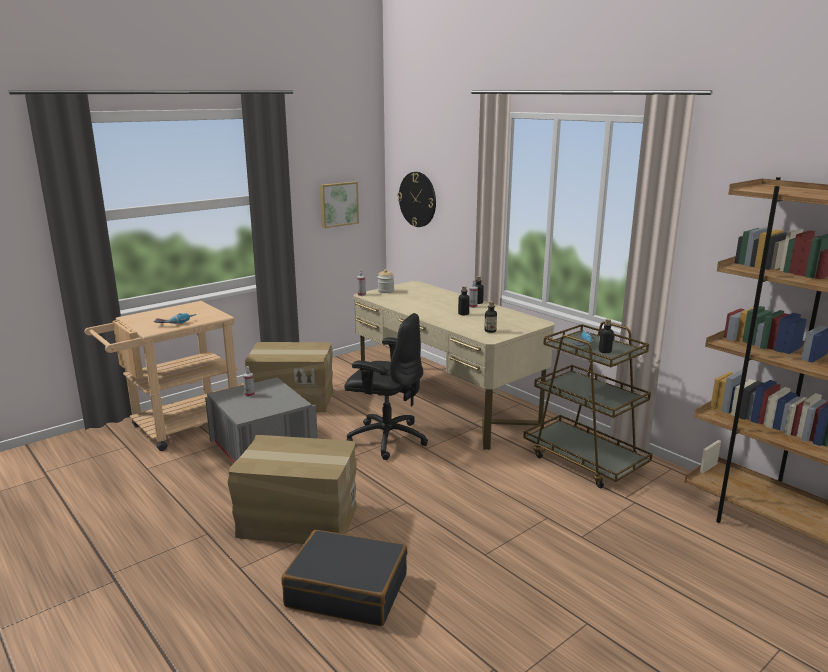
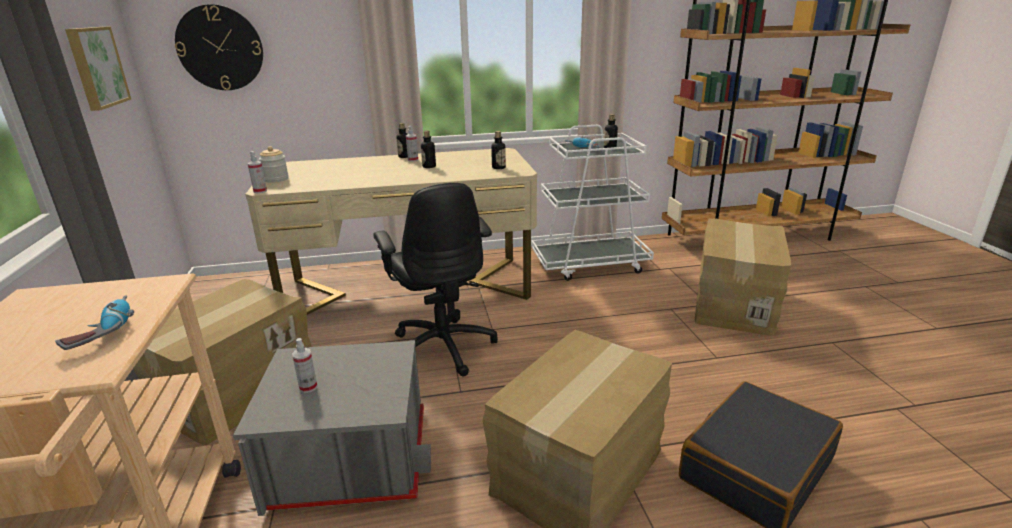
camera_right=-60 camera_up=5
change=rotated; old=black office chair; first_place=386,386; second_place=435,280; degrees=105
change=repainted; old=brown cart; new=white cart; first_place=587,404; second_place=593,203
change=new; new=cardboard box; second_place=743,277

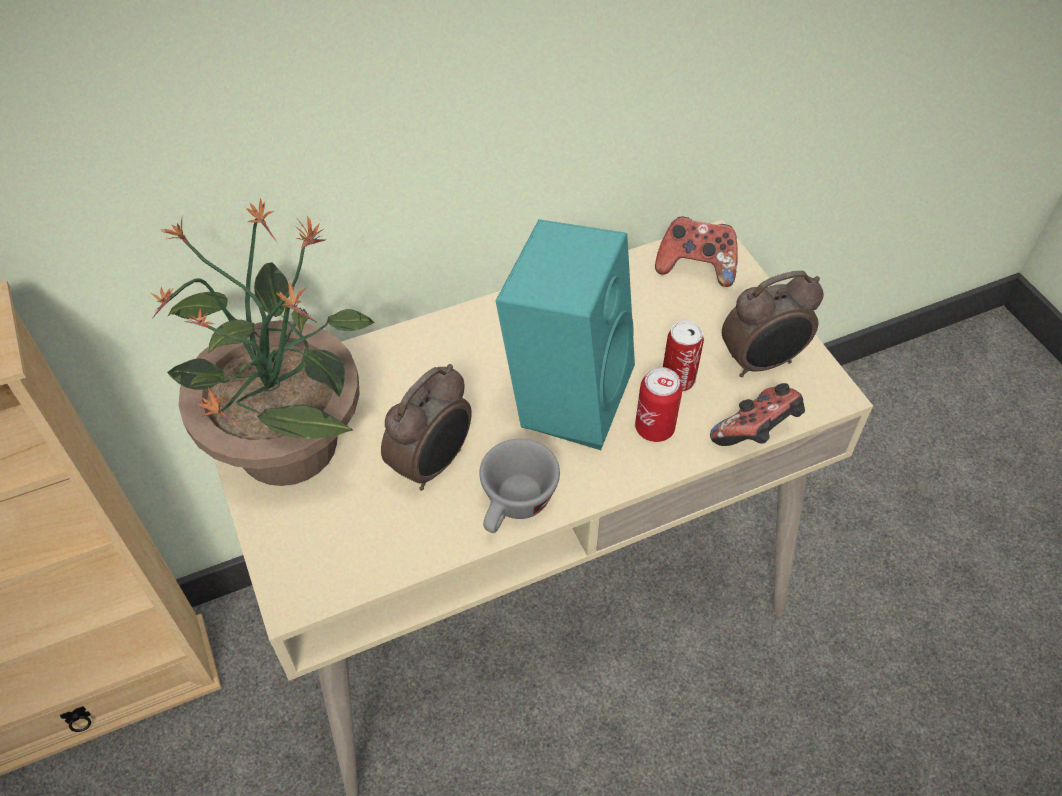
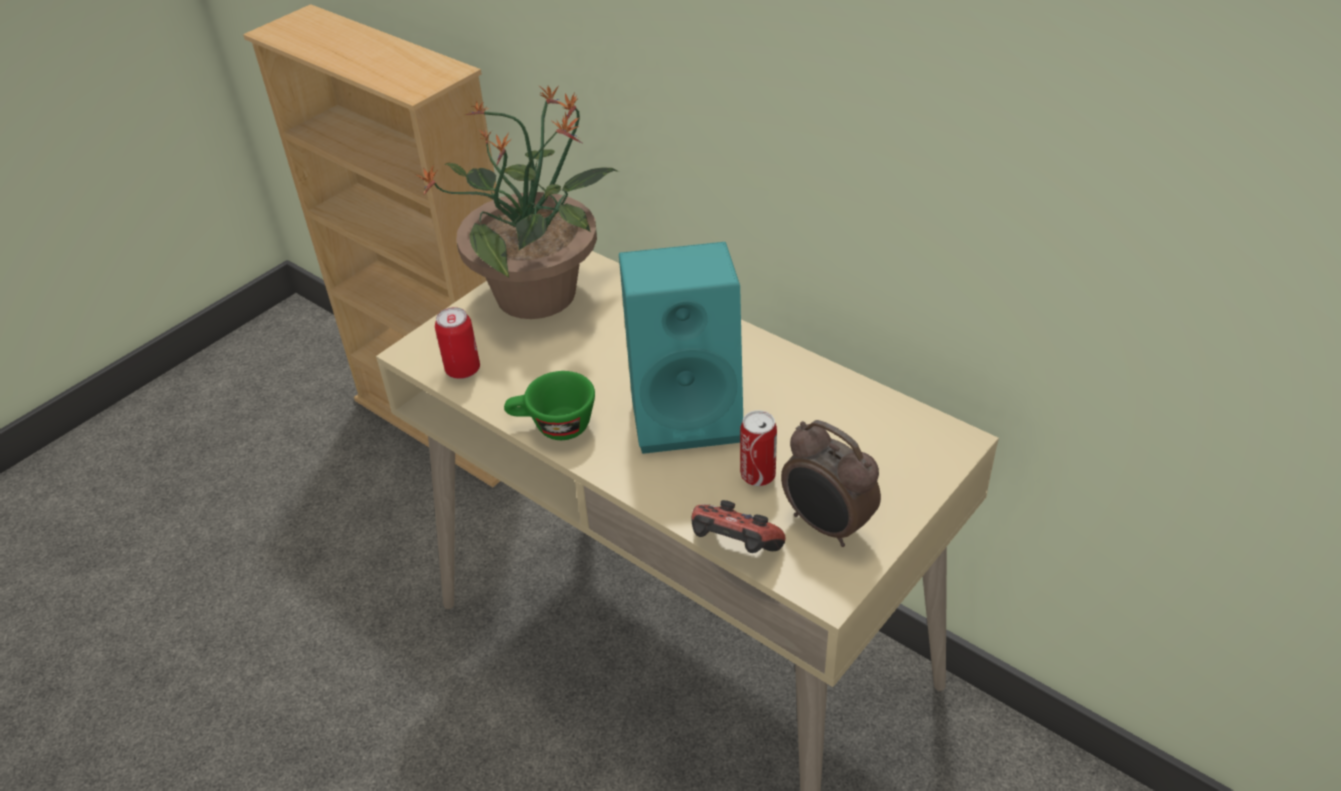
camera_right=65 camera_up=-10
change=gone; old=alarm clock; first_place=426,427
change=repainted; old=grey cup; new=green cup; first_place=519,486; second_place=549,405
change=shifted; old=can; first_place=658,404; second_place=457,343
change=gone; old=game controller; first_place=696,252

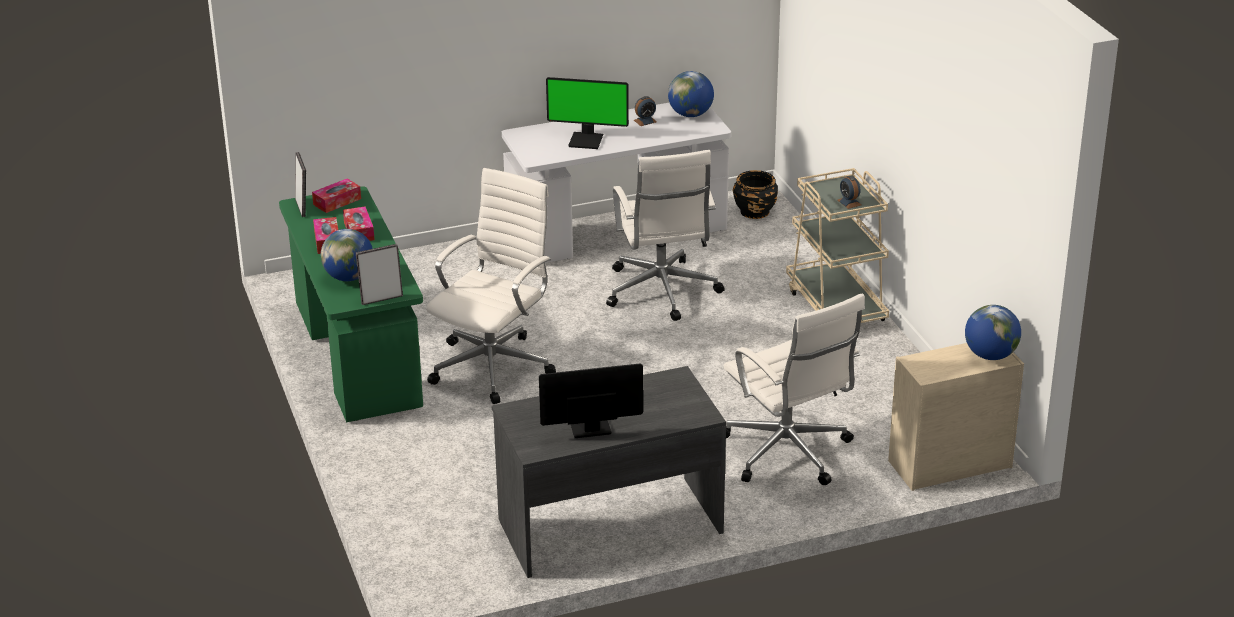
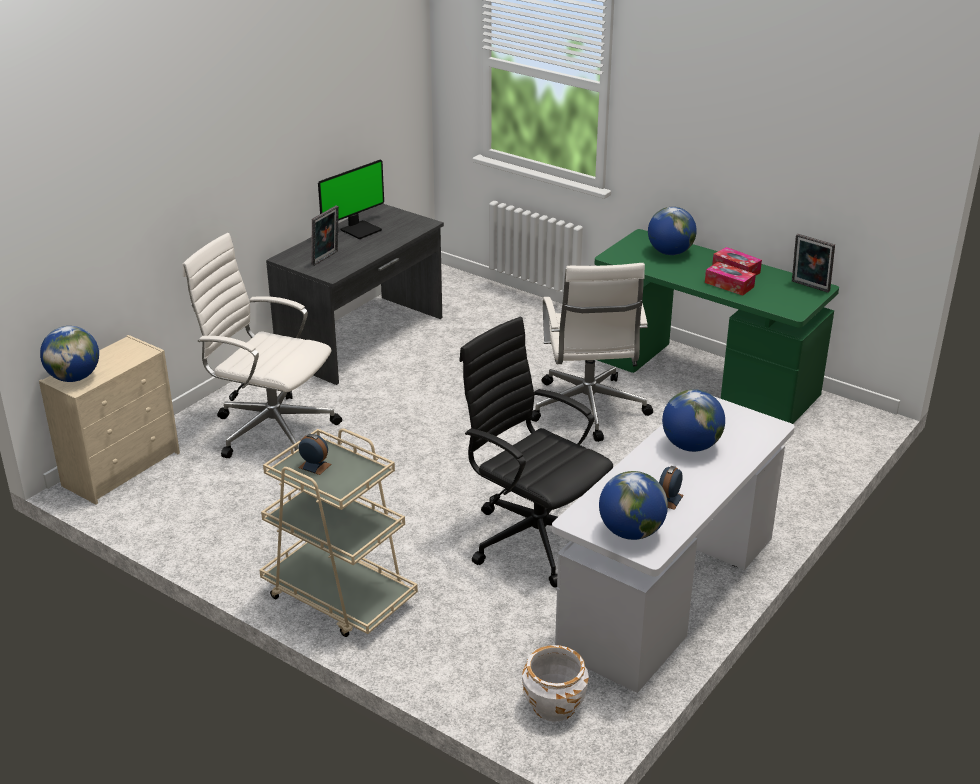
camera_right=145 camera_up=0
change=gone; old=tissue box; first_place=336,195
change=shifted; old=picture frame; first_place=379,274; second_place=325,236
change=swapped; old=monitor; new=globe; first_place=587,113; second_place=693,420
change=repainted; old=white office chair; new=black office chair; first_place=665,235; second_place=536,452
change=repainted; old=black planter; new=white planter; first_place=755,194; second_place=555,683

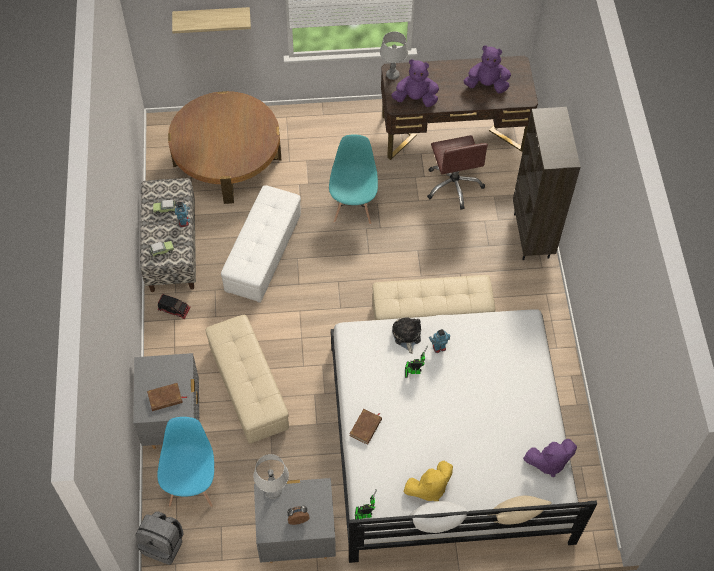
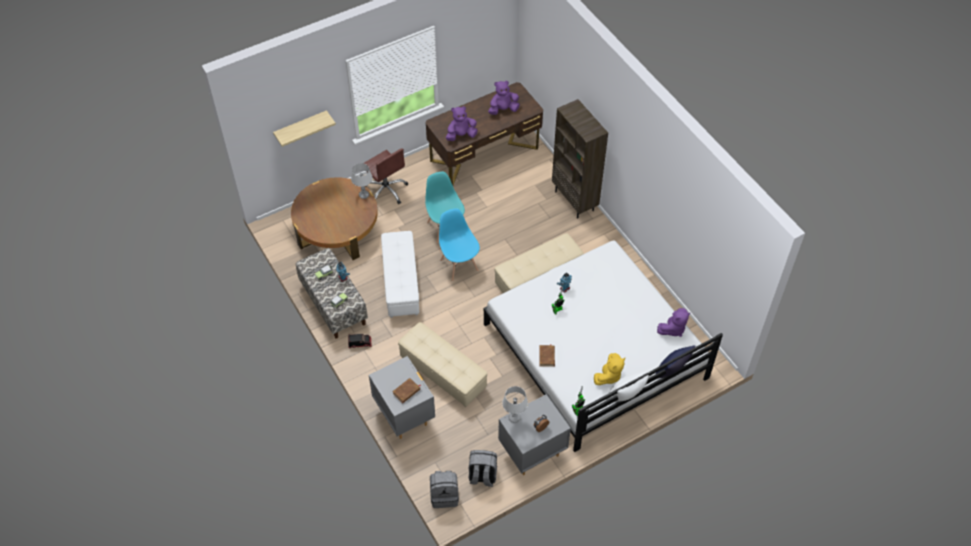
camera_right=-25 camera_up=-5
change=shifted; old=blue chair; first_place=186,462; second_place=459,245
change=shifted; old=grey table lamp; first_place=394,55; second_place=362,181
change=gone; old=plush toy; first_place=406,335
change=shifted; old=brown office chair; first_place=457,172; second_place=386,176
change=repainted; old=beige pillow; new=blue pillow; first_place=521,510; second_place=676,361
change=new; new=grey backpack; second_place=482,468

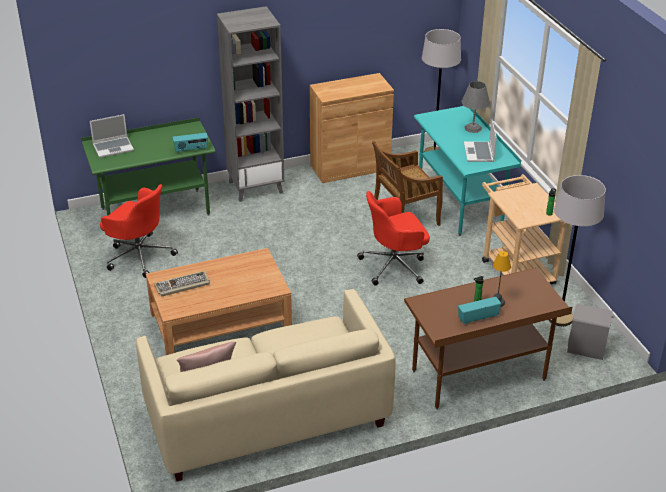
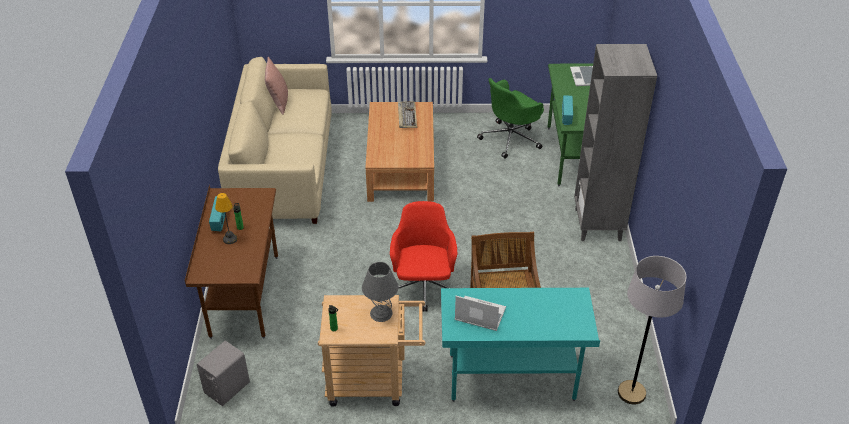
camera_right=110 camera_up=5
change=repainted; old=red office chair; new=green office chair; first_place=139,231; second_place=510,118
change=gone; old=brown cabinet; first_place=352,128
change=shifted; old=grey table lamp; first_place=476,107; second_place=380,292
change=gone; old=grey floor lamp; first_place=577,250

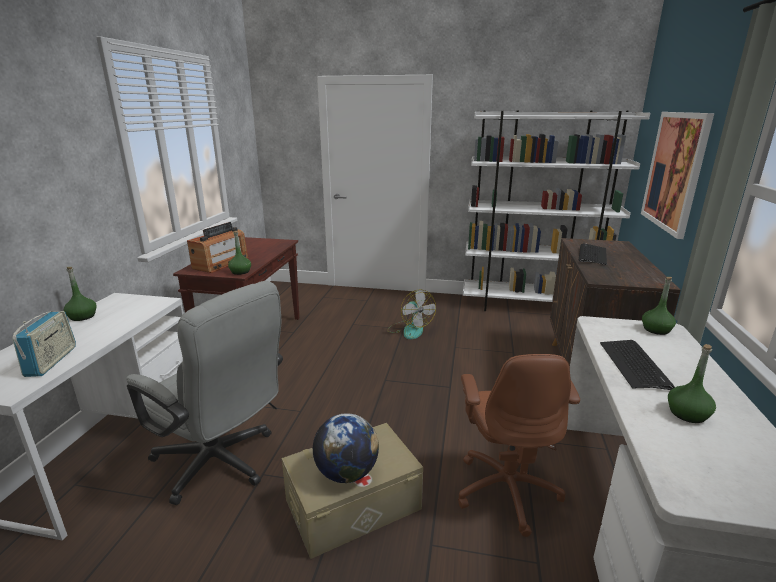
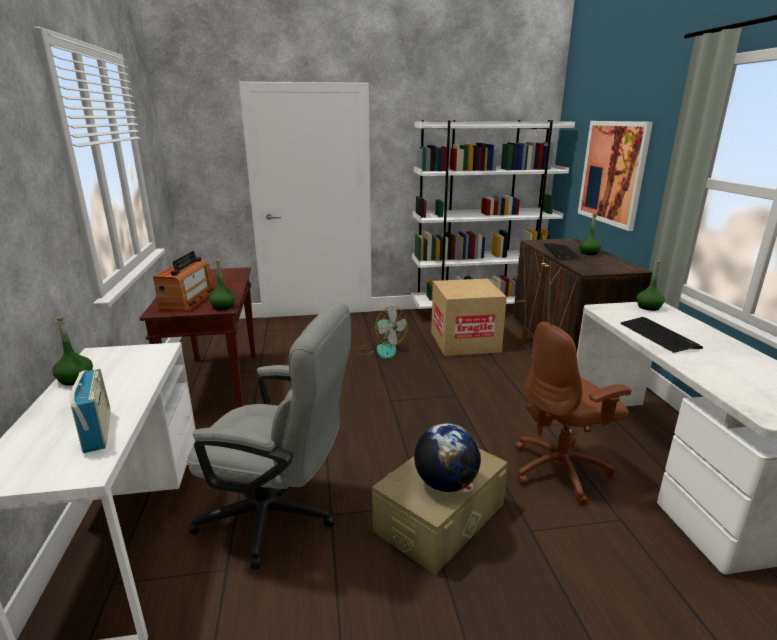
camera_right=-20 camera_up=0
change=rotated; old=brown office chair; first_place=519,445; second_place=573,413; degrees=90
change=shifted; old=green bottle; first_place=692,383; second_place=590,234
change=new; new=cardboard box; second_place=469,317

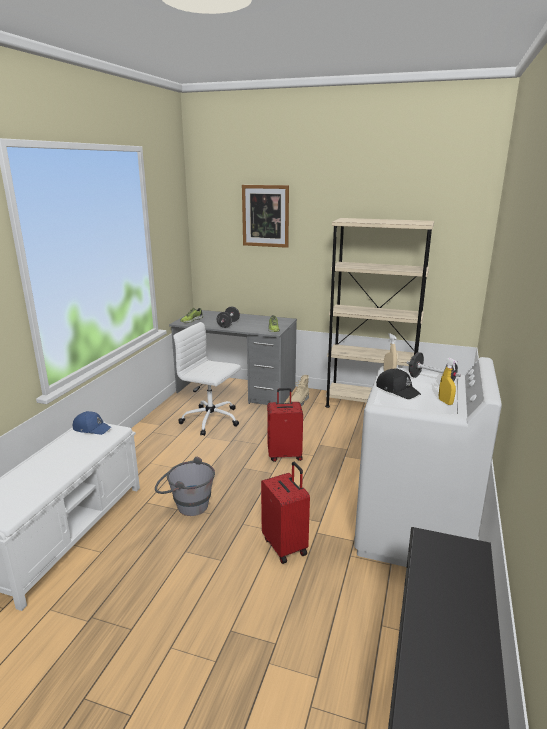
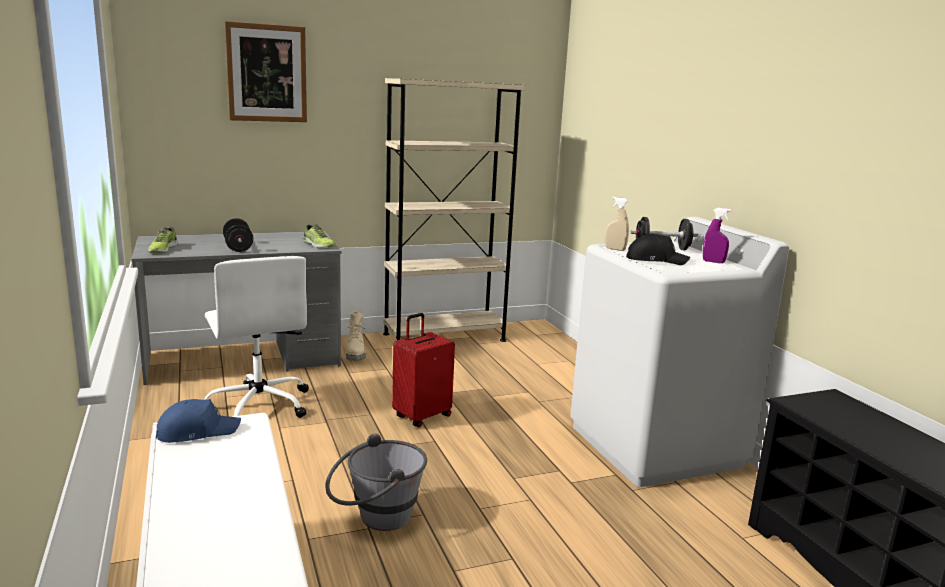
camera_right=-40 camera_up=-5
change=rotated; old=white office chair; first_place=207,379; second_place=256,337; degrees=-105
change=gone; old=red suitcase; first_place=285,513
change=repainted; old=yellow spray bottle; new=purple spray bottle; first_place=448,381; second_place=717,235

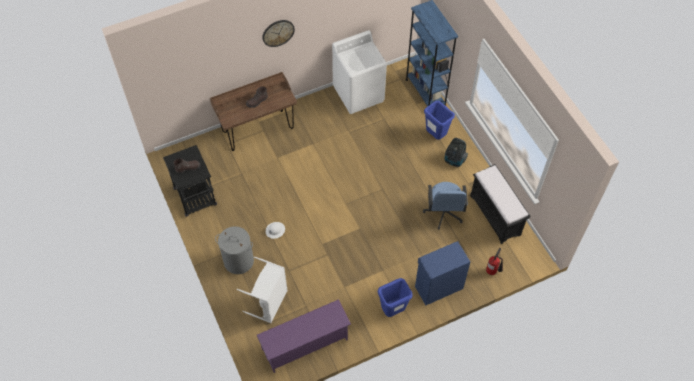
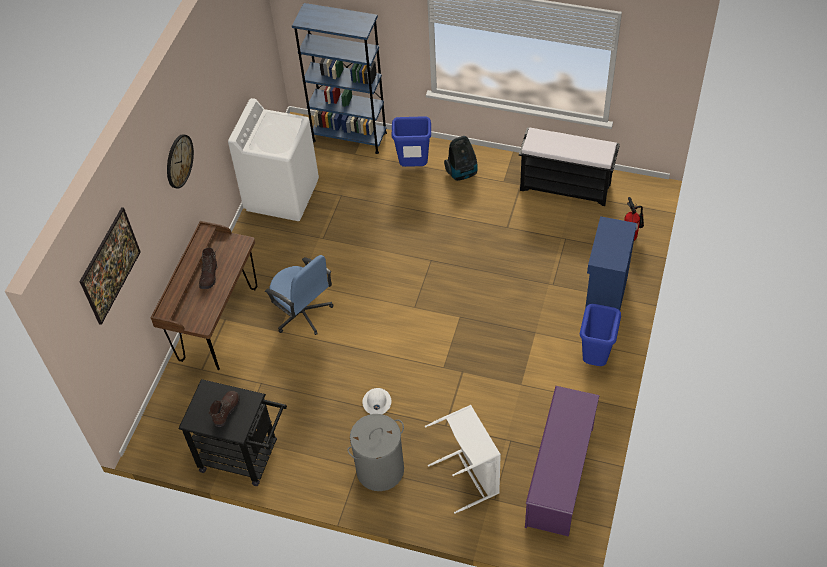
camera_right=-45 camera_up=-5
change=shifted; old=blue office chair; first_place=445,206; second_place=299,295
change=new; new=picture; second_place=110,266

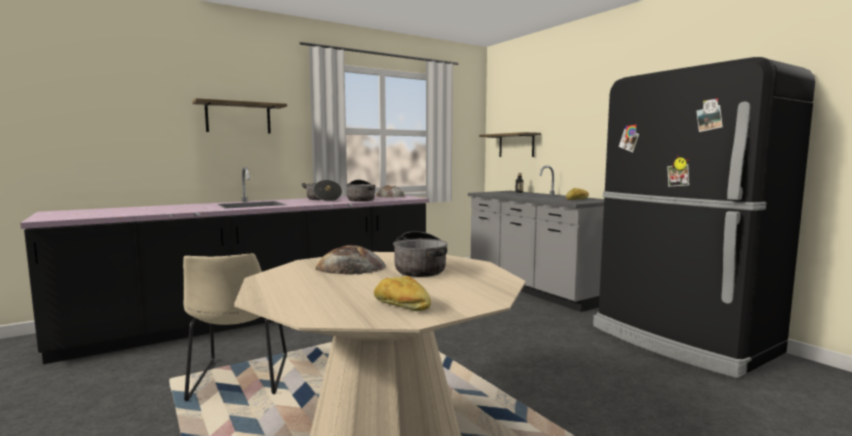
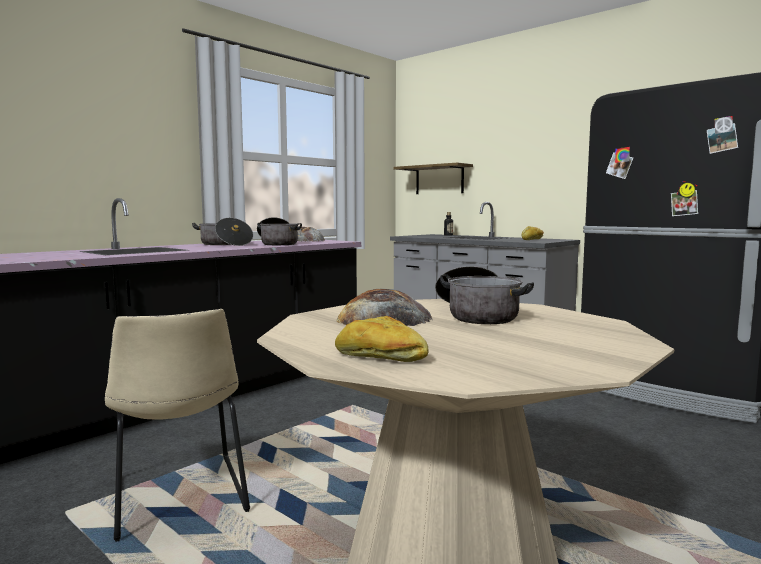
camera_right=-15 camera_up=0
change=gone; old=shelf; first_place=239,116
change=shifted; old=bread; first_place=402,293; second_place=382,339

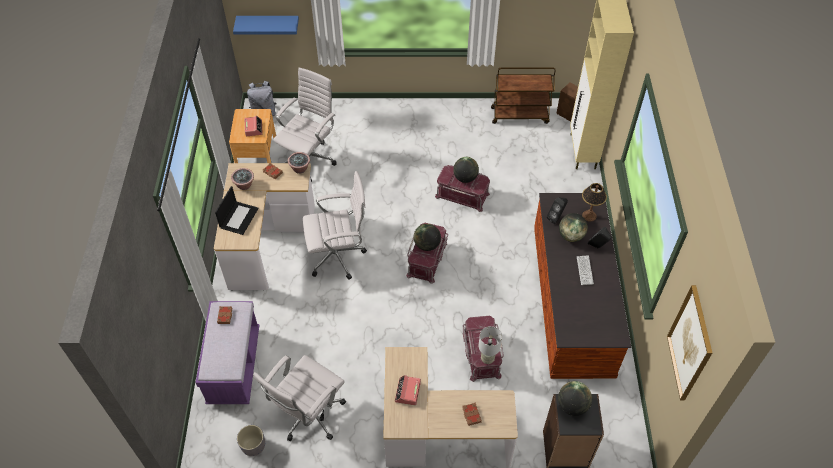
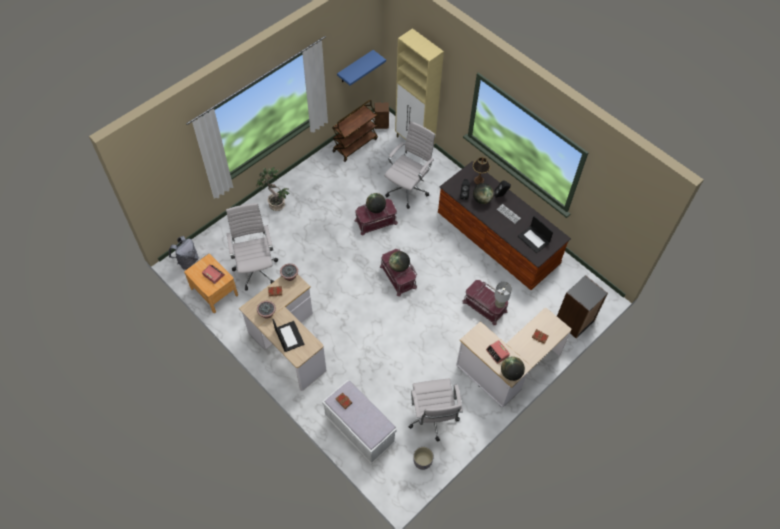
camera_right=-45 camera_up=5
change=repainted; old=purple bench; new=white bench; first_place=227,352; second_place=359,422
change=shifted; old=blue shelf; first_place=266,25; second_place=361,68
change=shifted; old=white office chair; first_place=335,225; second_place=409,165
change=shifted; old=globe; first_place=575,398; second_place=513,368
change=gone; old=picture; first_place=689,342
change=new; new=potted plant; second_place=273,189
change=new; new=laptop; second_place=535,234

